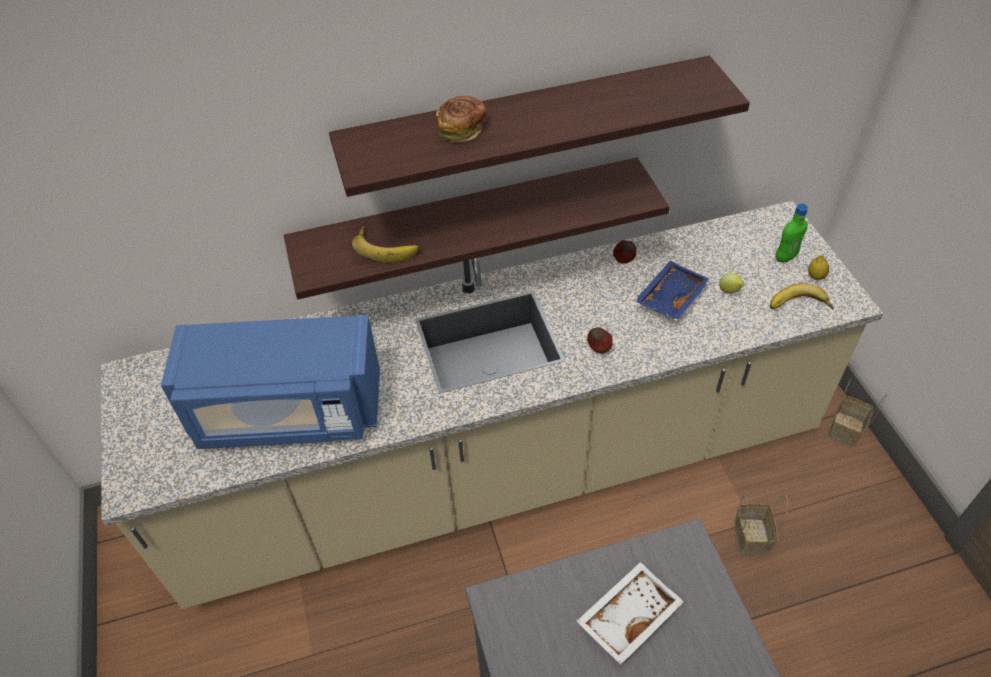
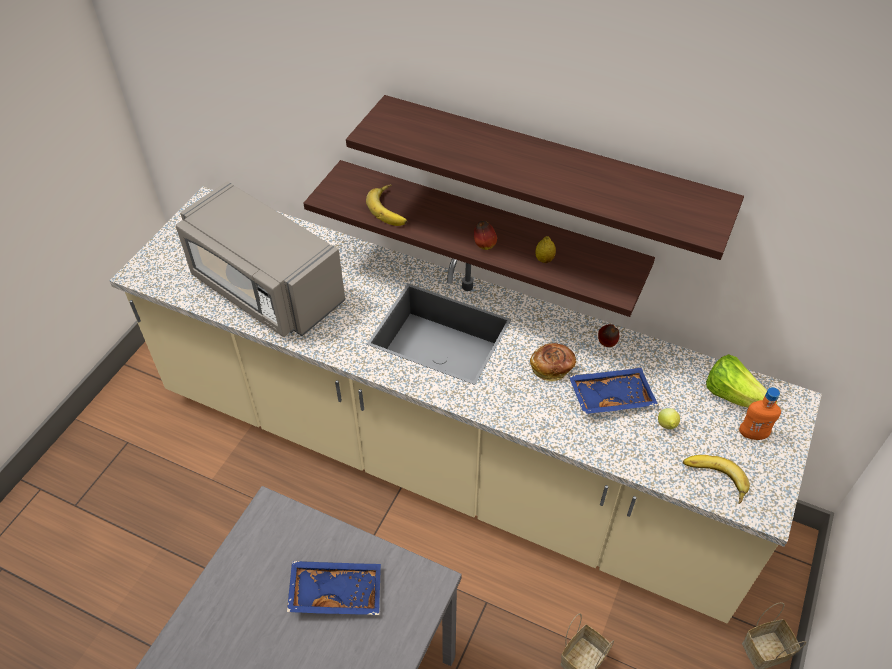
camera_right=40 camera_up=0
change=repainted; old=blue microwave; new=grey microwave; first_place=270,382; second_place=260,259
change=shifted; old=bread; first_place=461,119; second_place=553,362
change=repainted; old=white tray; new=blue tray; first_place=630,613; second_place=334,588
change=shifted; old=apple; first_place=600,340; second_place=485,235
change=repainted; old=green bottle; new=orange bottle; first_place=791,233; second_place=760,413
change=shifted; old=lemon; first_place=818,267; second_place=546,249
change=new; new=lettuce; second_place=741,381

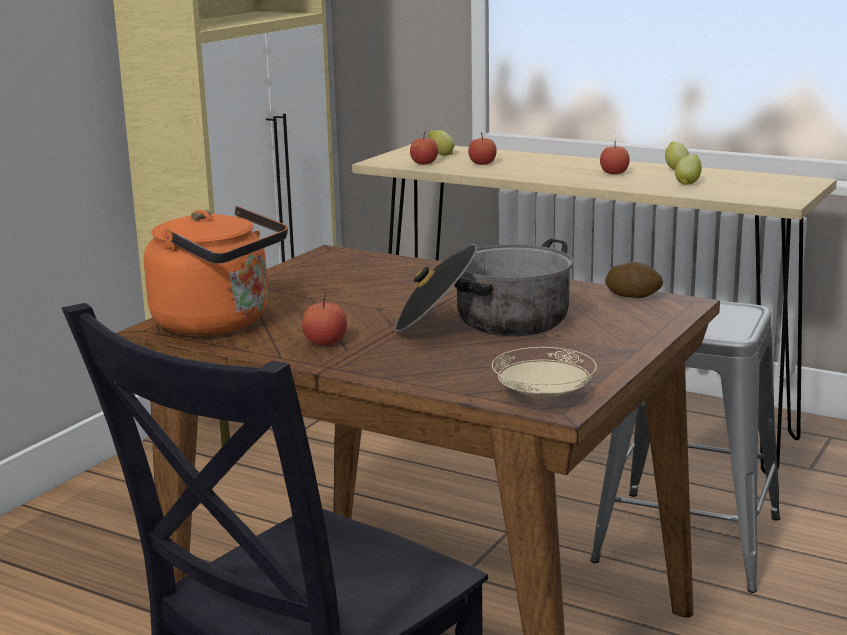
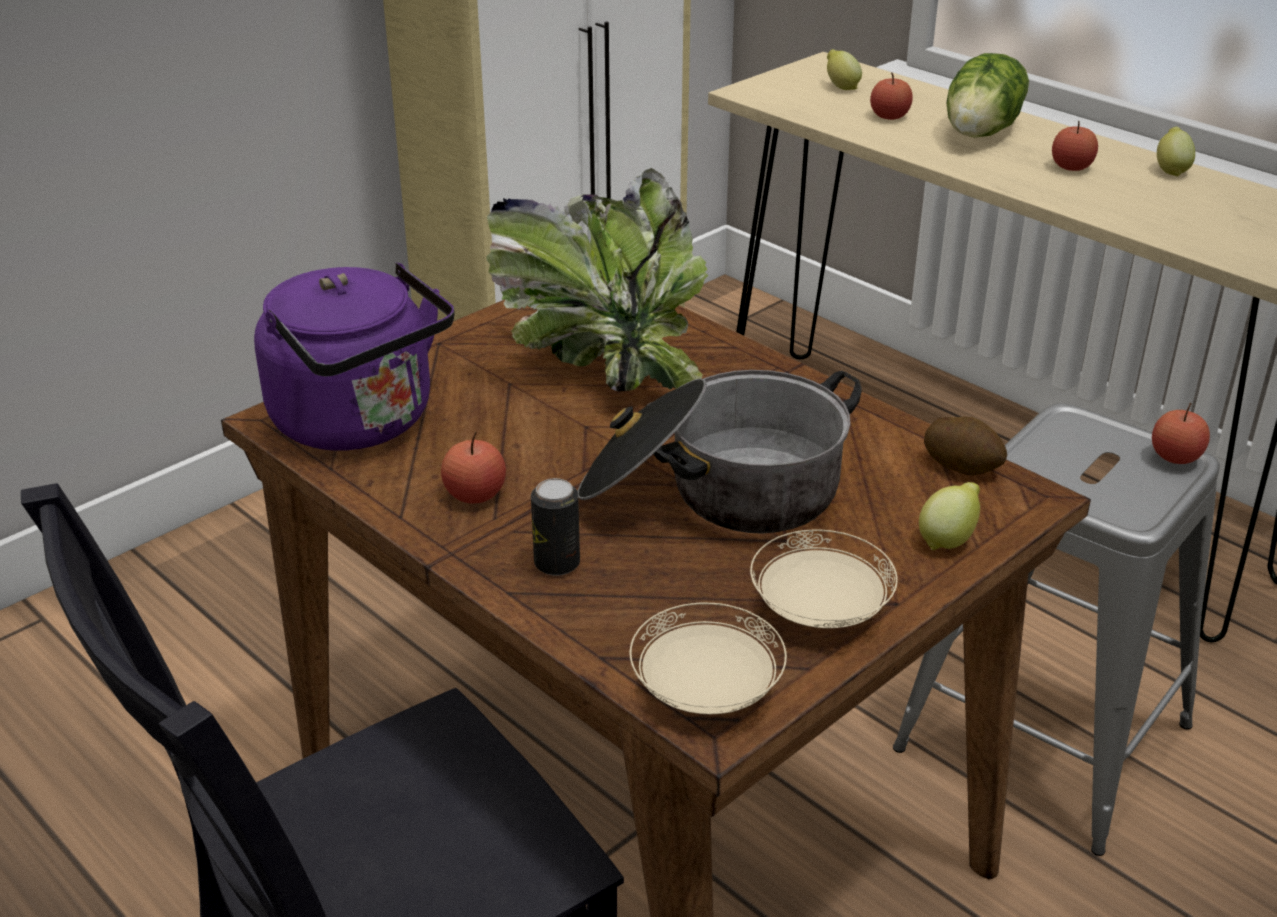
camera_right=15 camera_up=15
change=repainted; old=orange kettle; new=purple kettle; first_place=216,270; second_place=354,356
change=shifted; old=apple; first_place=424,148; second_place=1181,433
change=shifted; old=lemon; first_place=688,169; second_place=949,516
change=new; new=potted plant; second_place=597,280
change=new; new=can; second_place=555,527
change=new; new=beige plate; second_place=824,578
change=new; new=lettuce; second_place=988,95

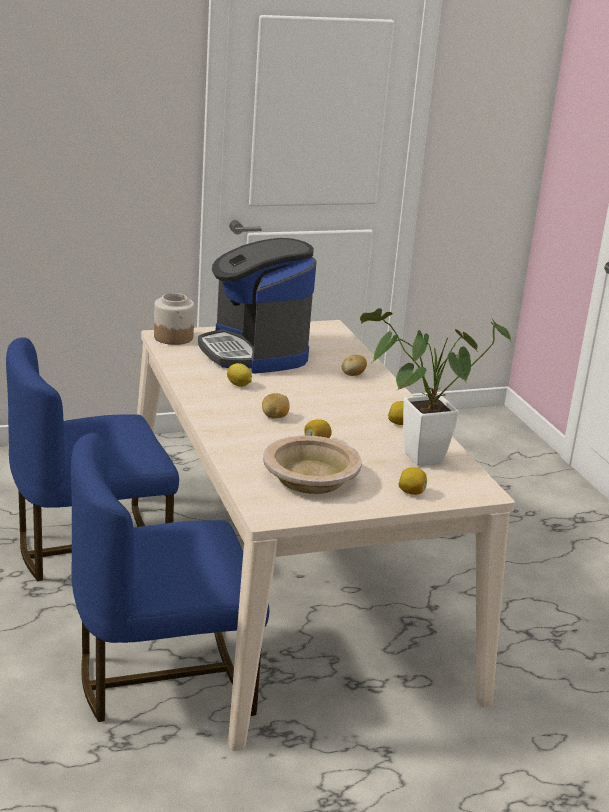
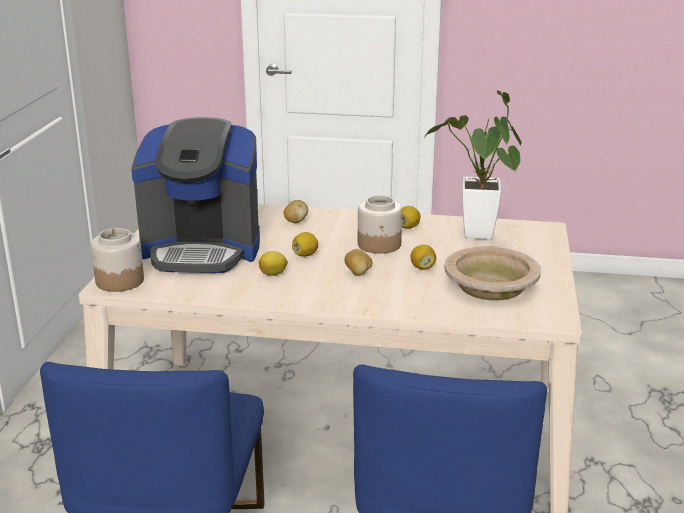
camera_right=-60 camera_up=0
change=shifted; old=lemon; first_place=412,481; second_place=305,244
change=new; new=jar; second_place=380,224

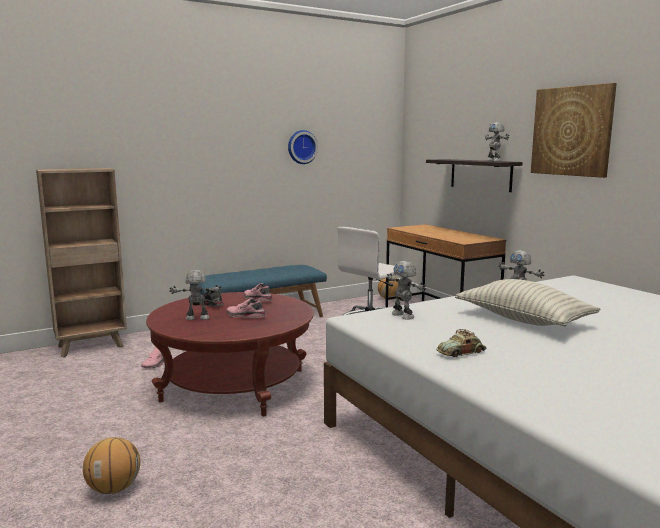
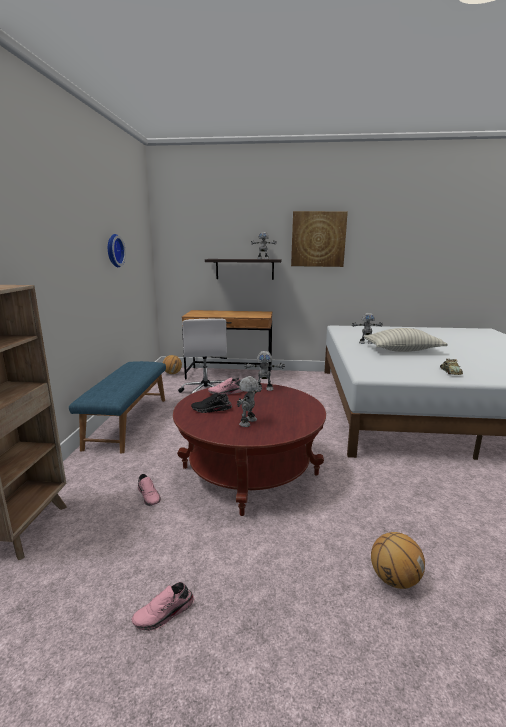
camera_right=-55 camera_up=5
change=shifted; old=pink shoe; first_place=246,308; second_place=163,606
change=shifted; old=toy robot; first_place=406,290; second_place=264,371

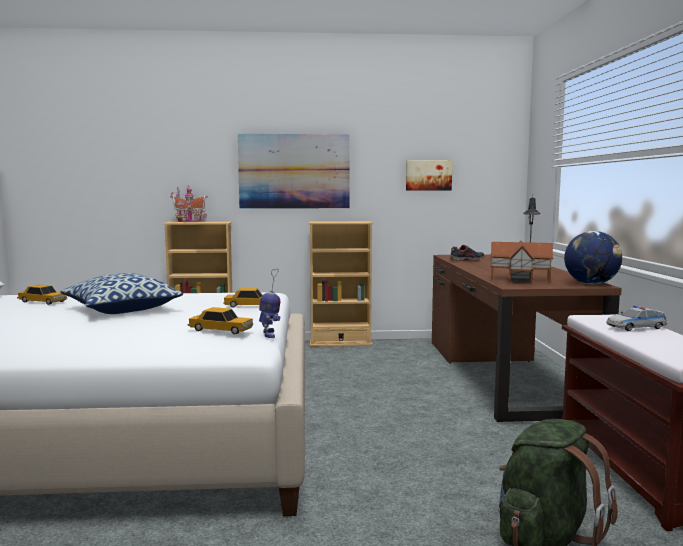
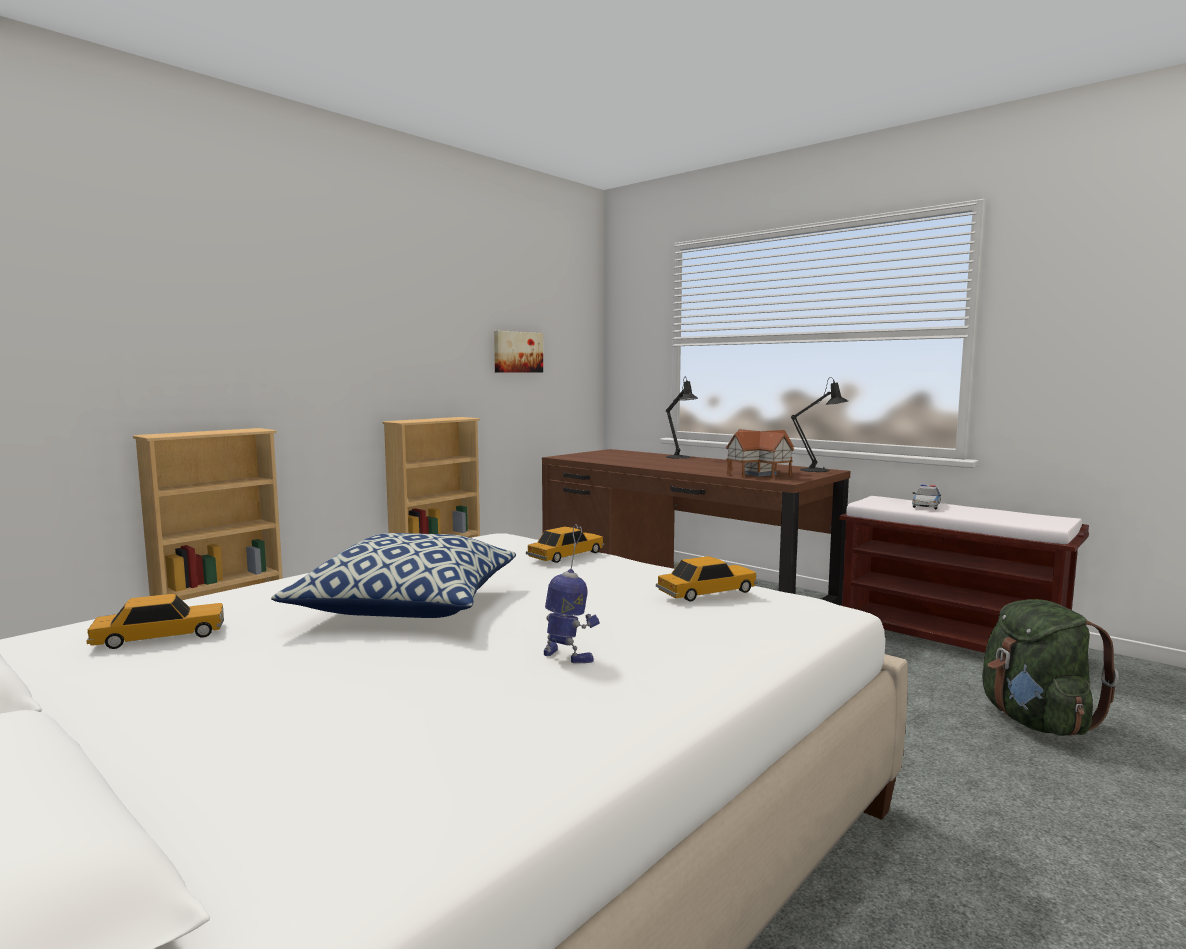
camera_right=-45 camera_up=0
change=gone; old=toy house; first_place=189,203
change=gone; old=picture; first_place=294,171
change=shifted; old=toy robot; first_place=269,303; second_place=572,593
change=gone; old=shoe; first_place=467,253
change=swapped; old=globe; new=black table lamp; first_place=593,258; second_place=819,424

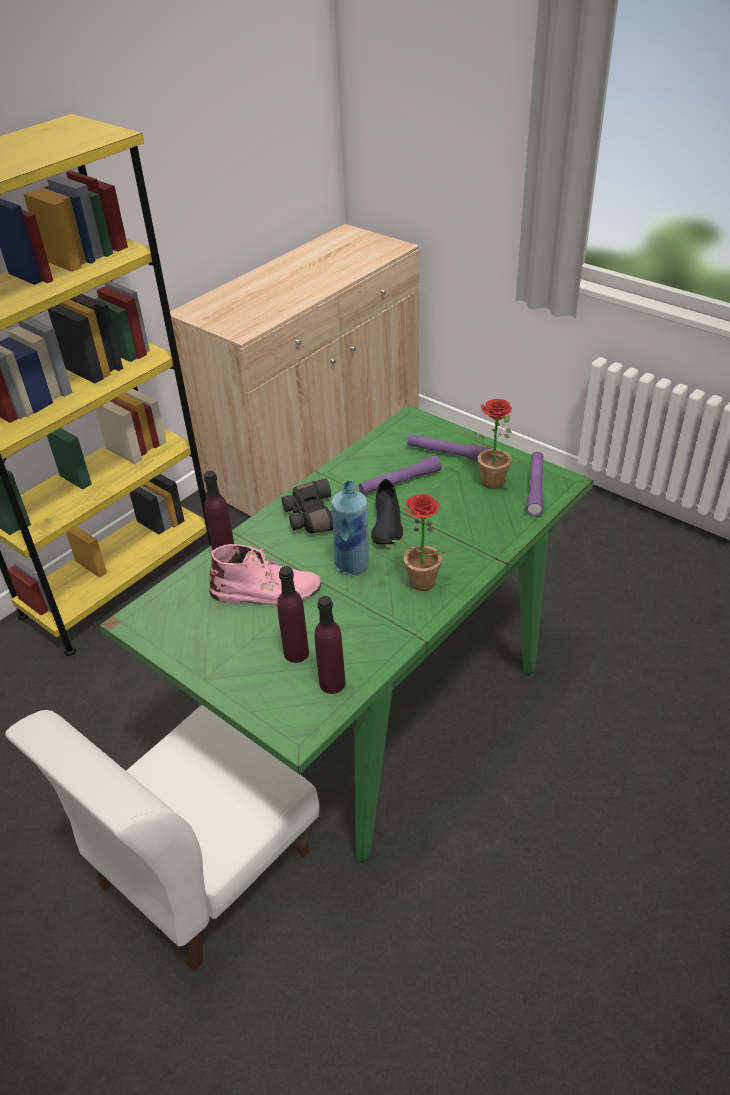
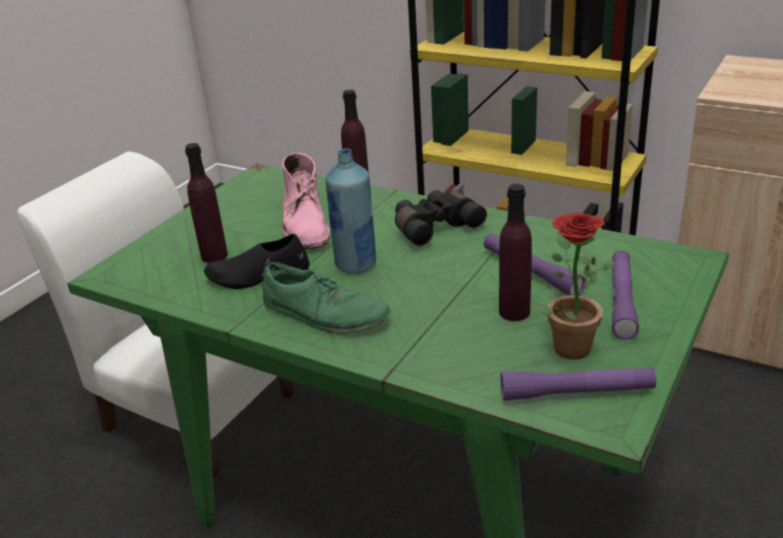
camera_right=80 camera_up=-10
change=shifted; old=purple bottle; first_place=330,645; second_place=515,252
change=shifted; old=black shoe; first_place=387,511; second_place=257,261
change=swapped; old=potted plant; new=green shoe; first_place=423,542; second_place=327,298

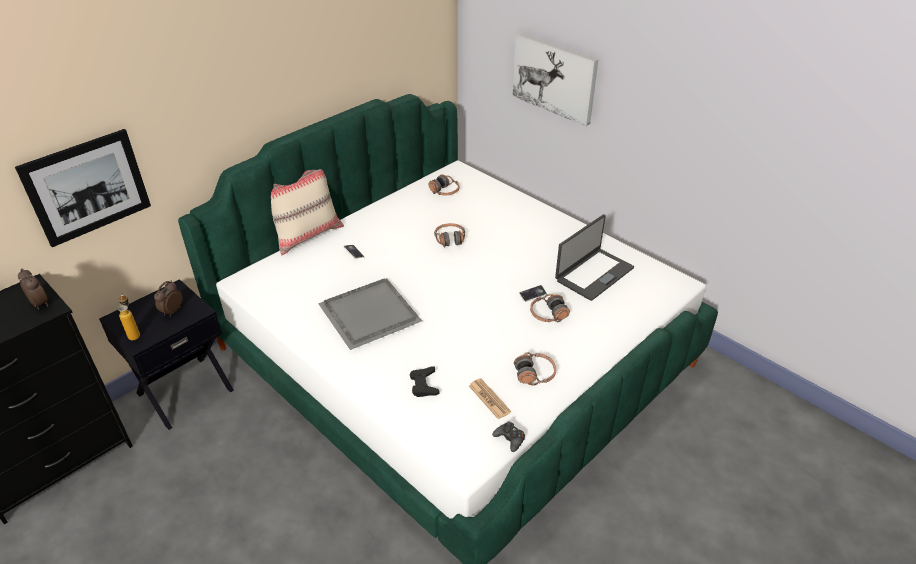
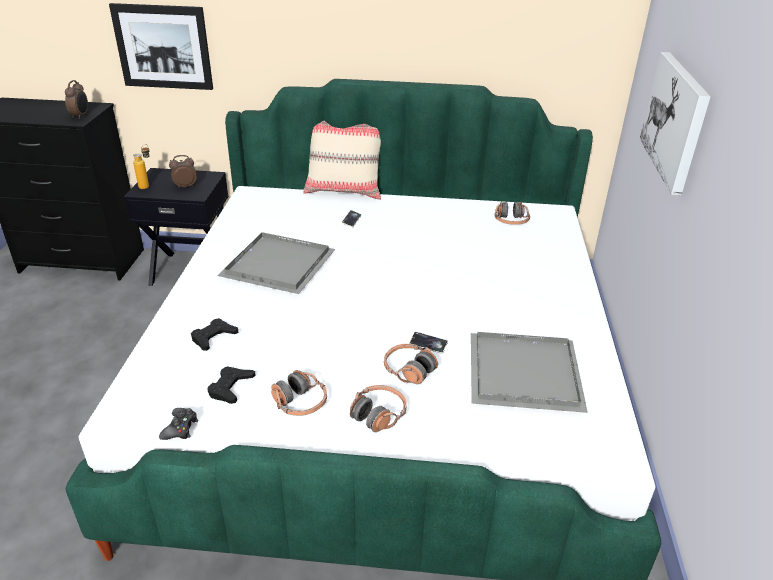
camera_right=50 camera_up=-5
change=shifted; old=headphones; first_place=449,235; second_place=378,408
change=swapped; old=newspaper; new=black game controller; first_place=490,398; second_place=232,385
change=swapped; old=laptop; new=grey tray; first_place=594,257; second_place=529,372

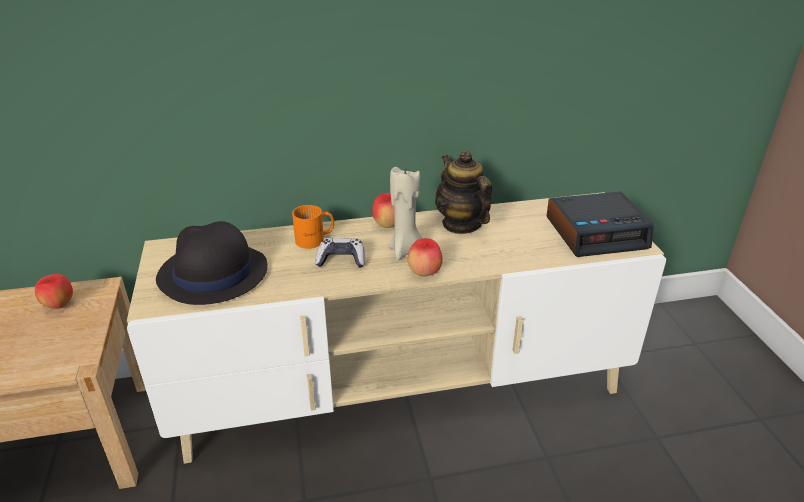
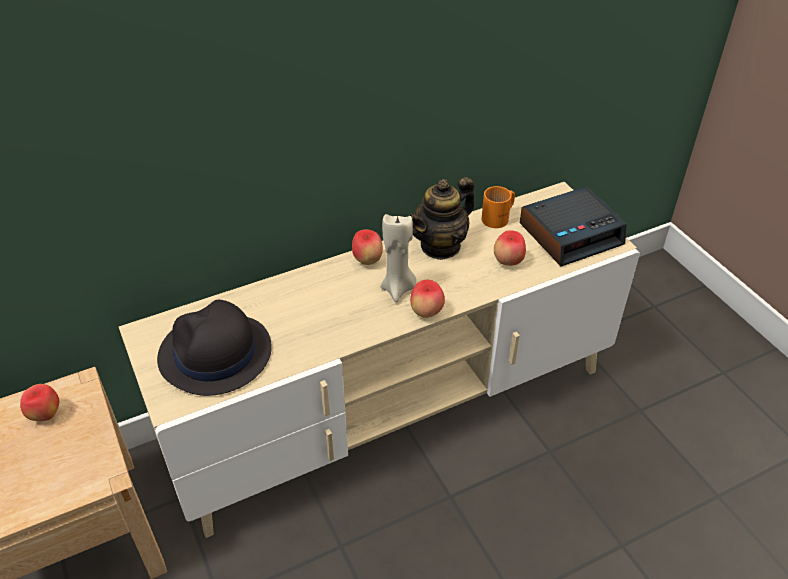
camera_right=-15 camera_up=10
change=shifted; old=orange mug; first_place=313,227; second_place=498,207
change=gone; old=game controller; first_place=340,253
change=rotated; old=teapot; first_place=463,192; second_place=441,218; degrees=-90
change=new; new=apple; second_place=510,248

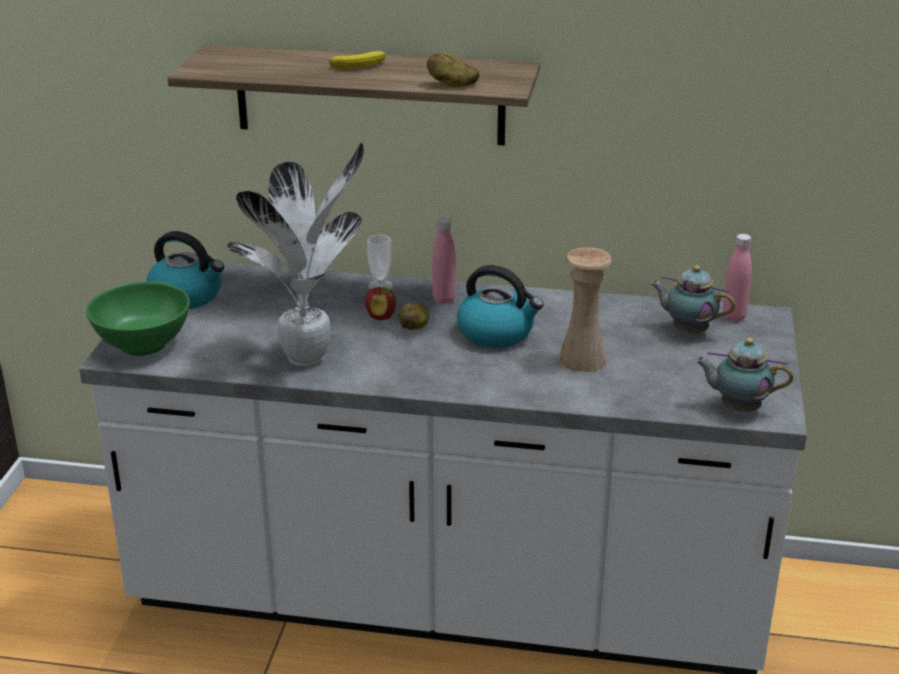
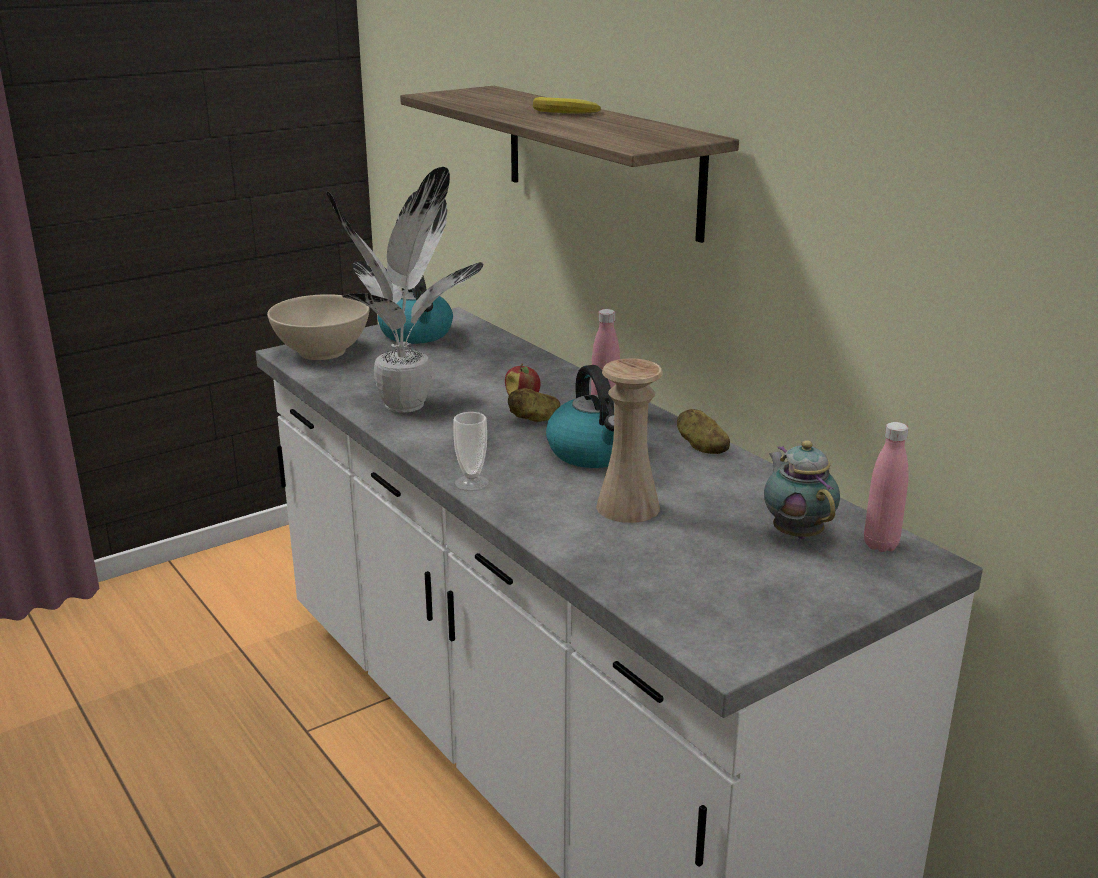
camera_right=45 camera_up=-5
change=repainted; old=green bowl; new=beige bowl; first_place=138,319; second_place=318,327
change=shifted; old=cup; first_place=380,262; second_place=471,451
change=shifted; old=potato; first_place=453,70; second_place=703,431
change=gone; old=teapot; first_place=744,375

